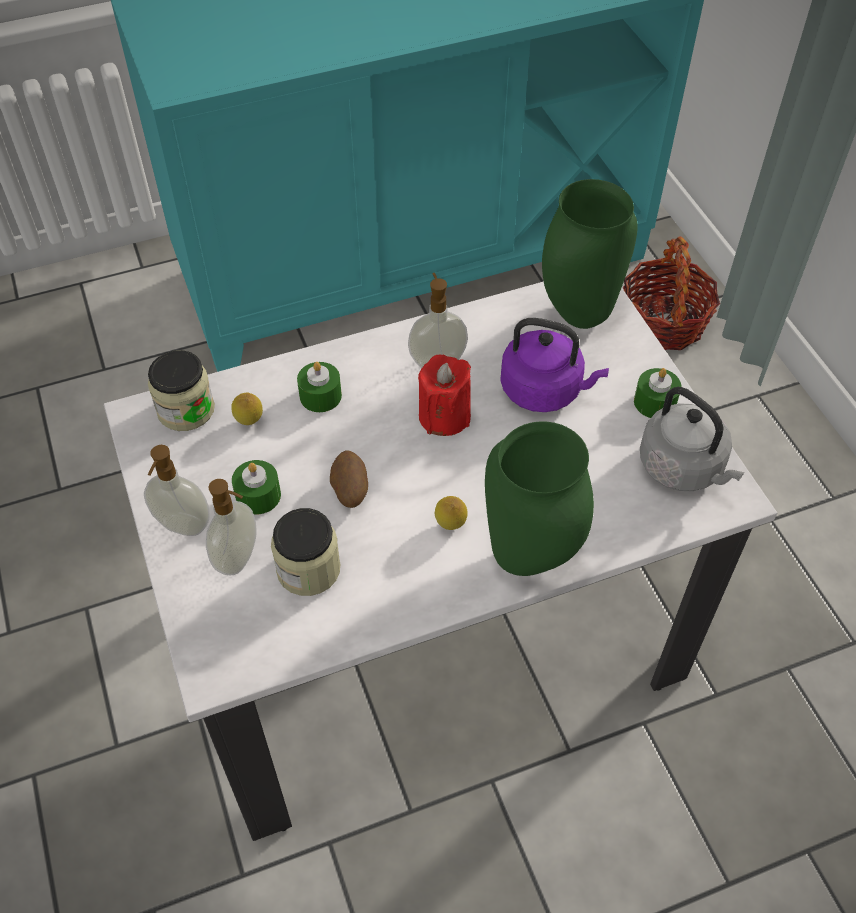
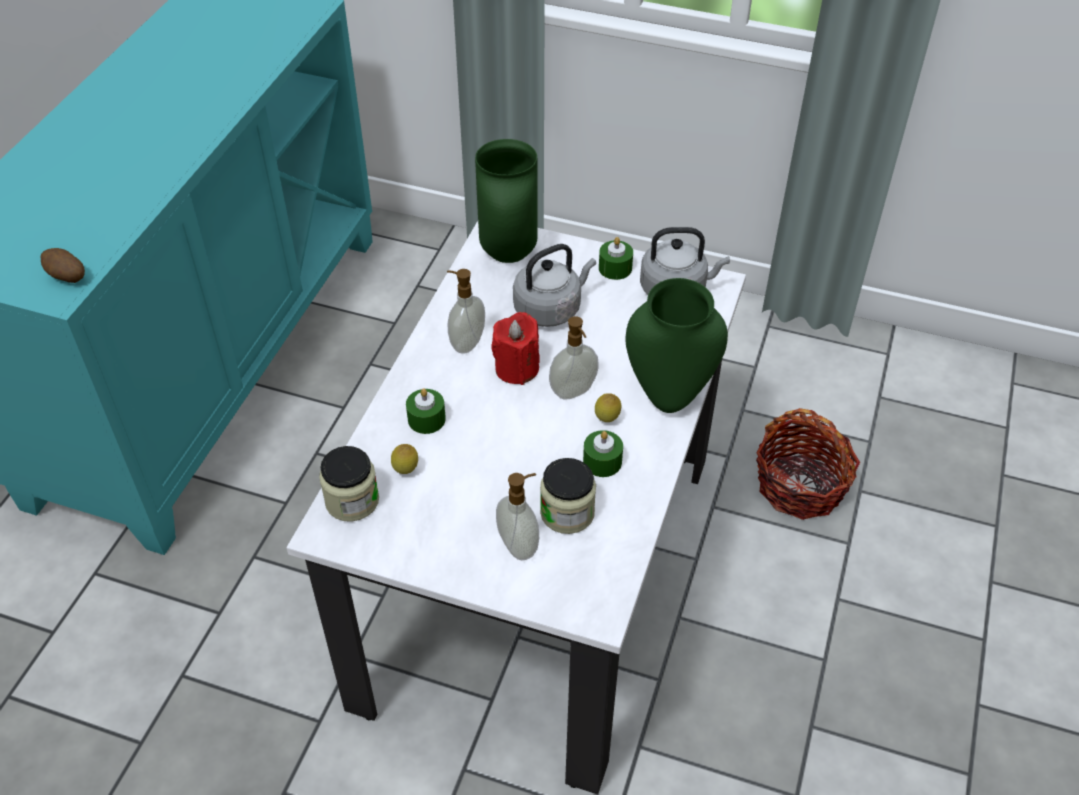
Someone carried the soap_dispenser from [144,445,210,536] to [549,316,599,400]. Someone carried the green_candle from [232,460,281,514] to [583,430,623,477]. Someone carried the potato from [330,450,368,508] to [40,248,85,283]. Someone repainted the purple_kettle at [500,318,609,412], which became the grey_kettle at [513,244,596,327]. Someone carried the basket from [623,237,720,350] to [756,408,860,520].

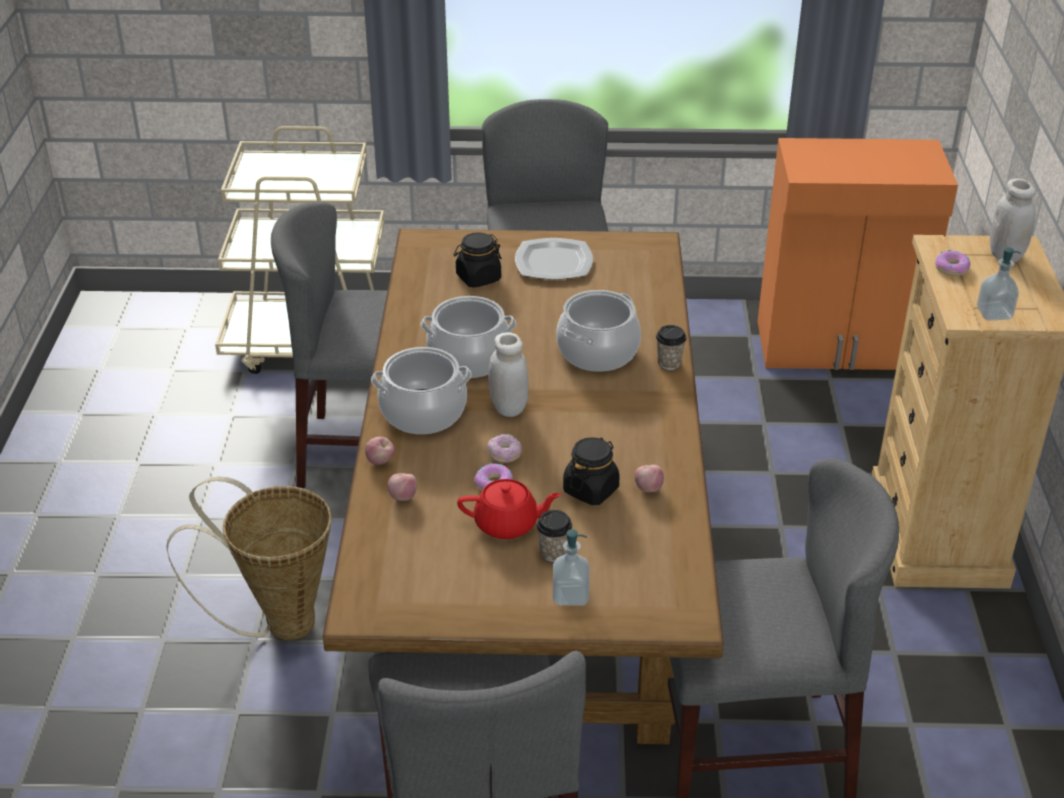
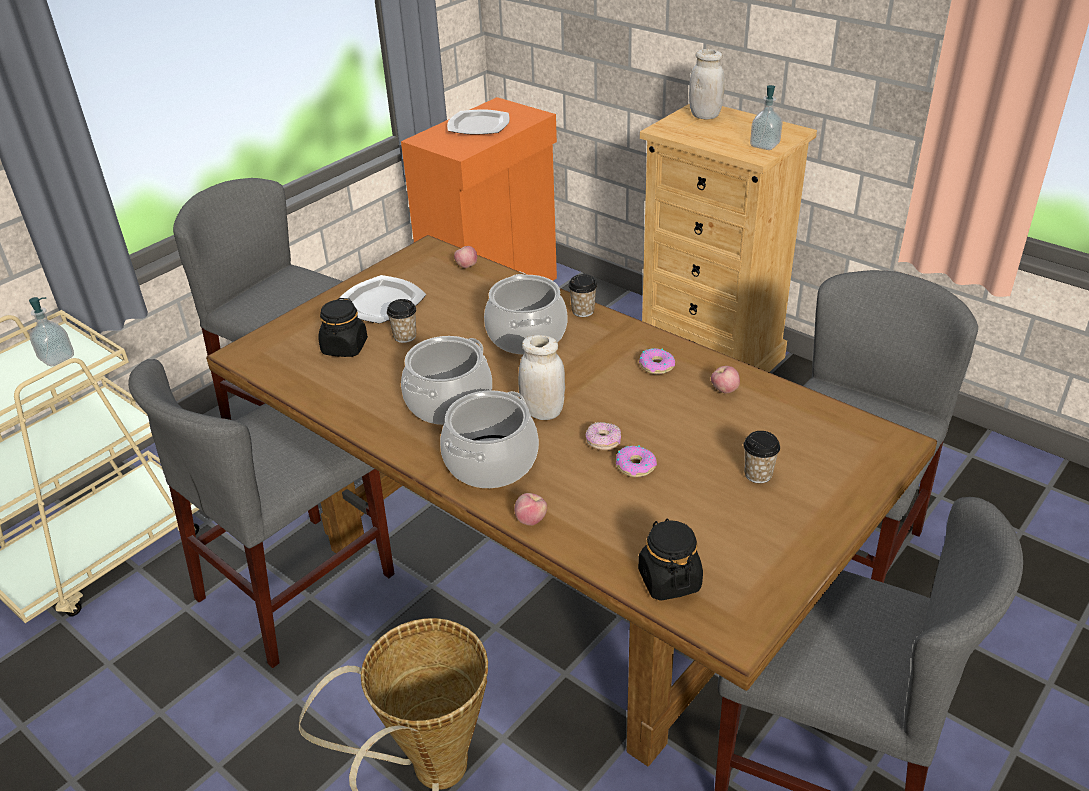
Someone carried the apple from [388,473,417,501] to [454,246,477,268]. Someone took away the red_teapot at [457,479,562,539]. Someone carried the soap_dispenser from [553,529,590,606] to [29,297,74,366]. Someone carried the black_jar from [563,437,620,505] to [638,518,703,601]. Someone carried the donut from [935,250,971,276] to [639,348,675,374]. Someone put down the cup at [387,299,416,343]. Someone put down the plate at [447,109,510,135].

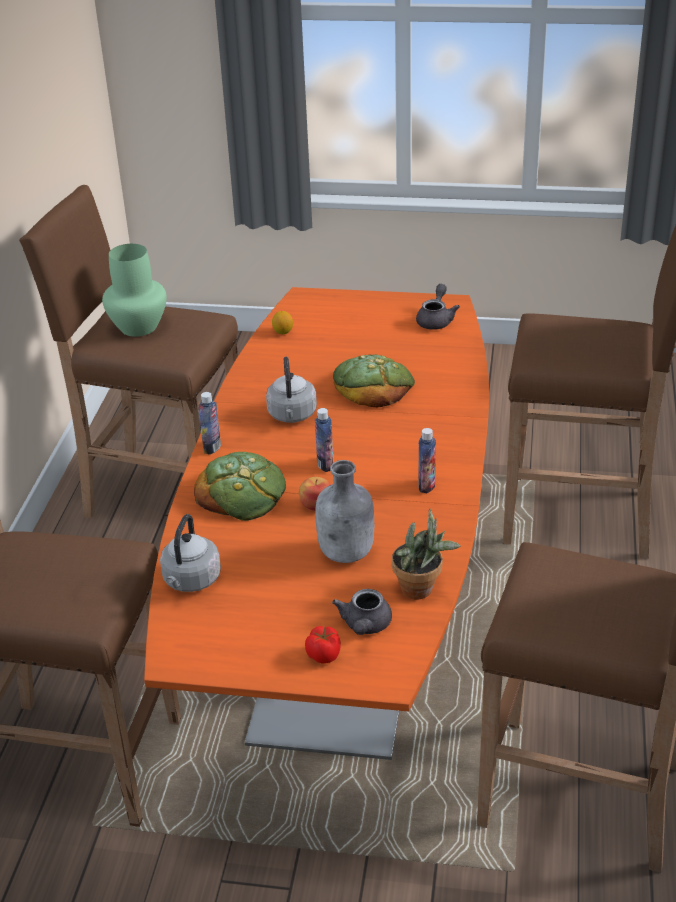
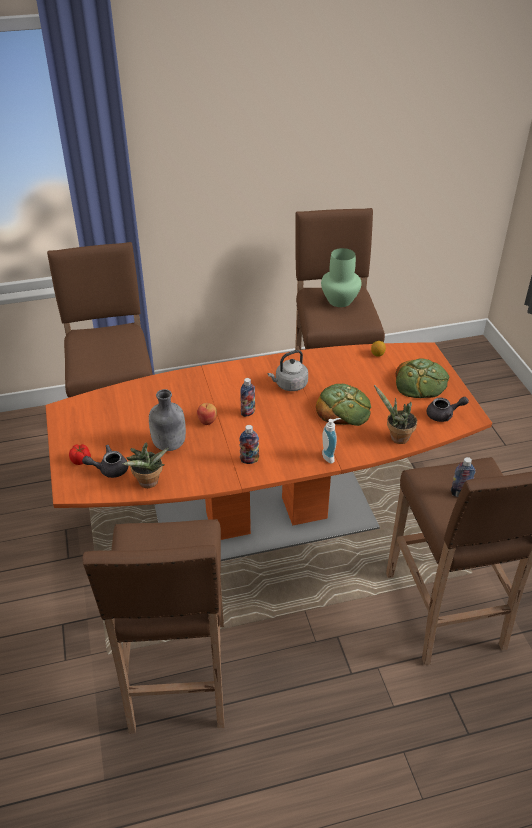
Someone took away the grey_kettle at [160,514,221,592]. Someone carried the bread from [194,452,286,521] to [396,358,449,398]. Someone carried the bottle from [198,392,221,455] to [451,457,476,497]. Someone put down the soap_dispenser at [322,418,341,463]. Someone put down the potted_plant at [374,385,417,444].

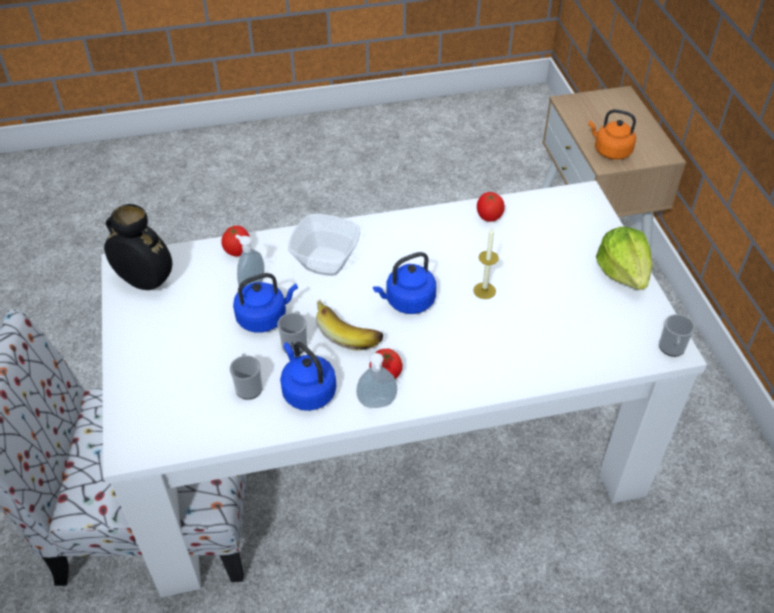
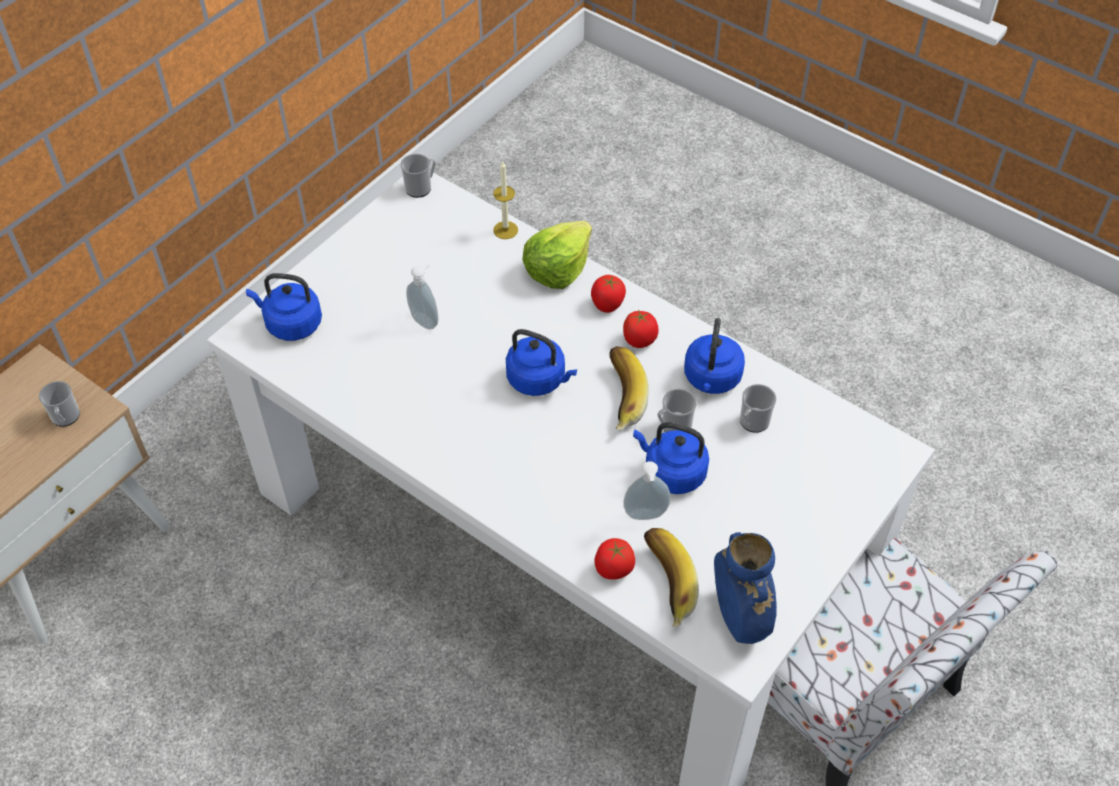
Someone repainted the black_vase at [104,204,172,290], which became the blue_vase at [714,532,777,644]. Someone took away the bowl at [288,214,360,276]. Someone carried the soap_dispenser from [356,353,397,408] to [406,263,438,330]. Someone carried the candle from [473,228,499,299] to [493,160,518,239]. Someone carried the tomato from [477,192,505,222] to [591,275,626,313]. Someone swapped the orange_kettle at [589,109,636,160] for the mug at [39,381,80,427]. Someone carried the lettuce from [596,227,653,290] to [522,221,592,289]. Someone put down the blue_kettle at [246,273,322,341]. Someone put down the banana at [644,528,699,627].

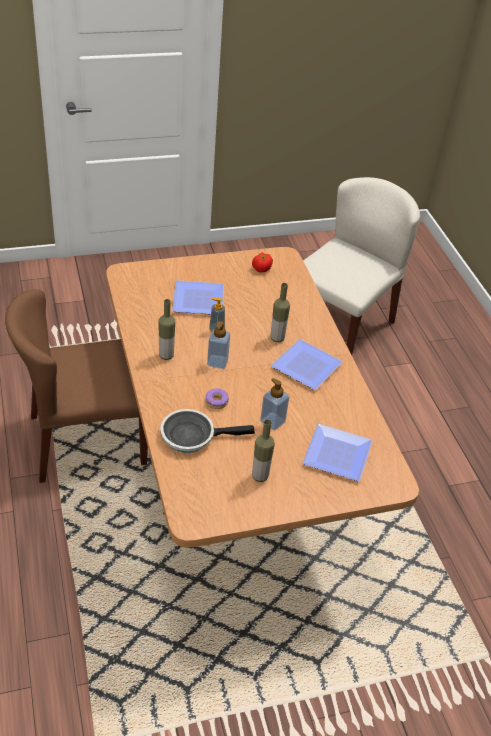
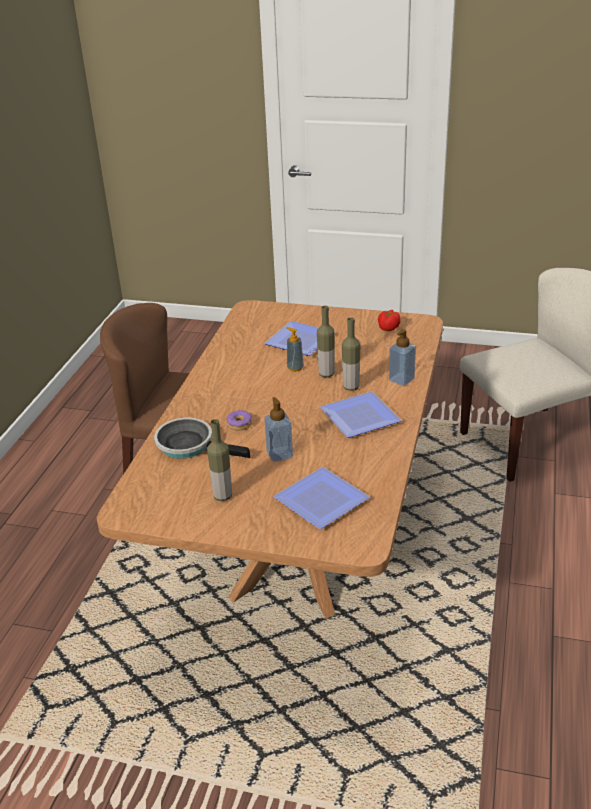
Someone carried the bottle from [159,299,175,360] to [317,306,335,378]. Someone carried the soap_dispenser from [207,321,230,369] to [389,329,416,386].

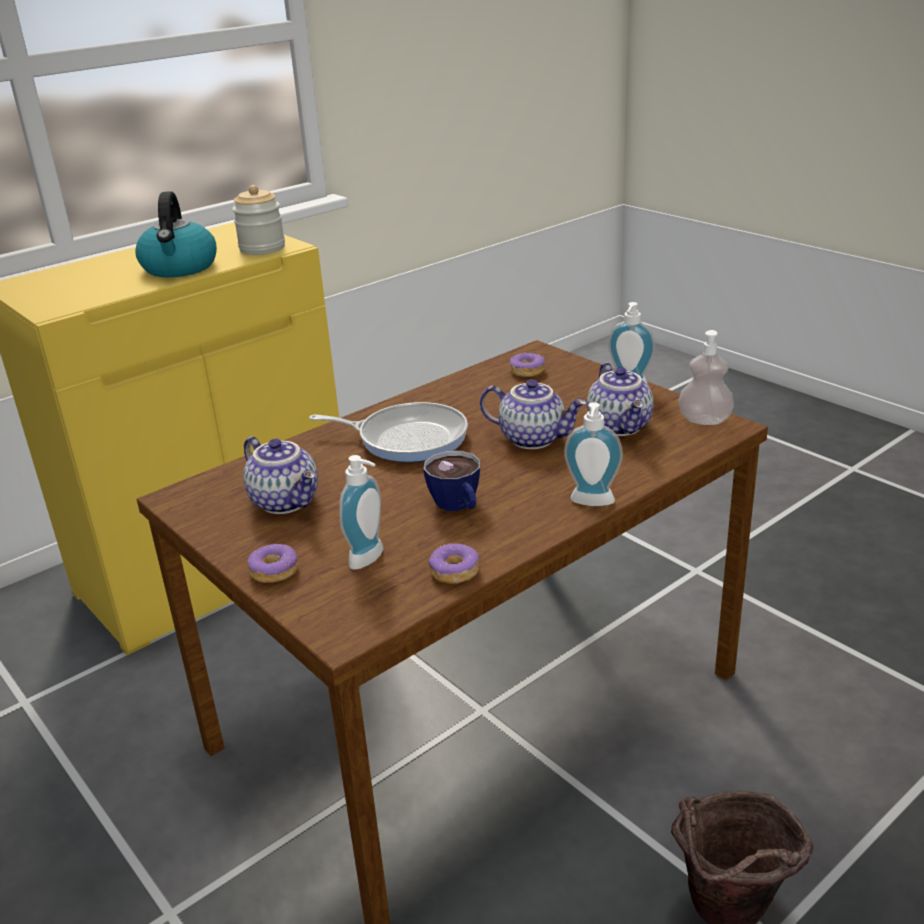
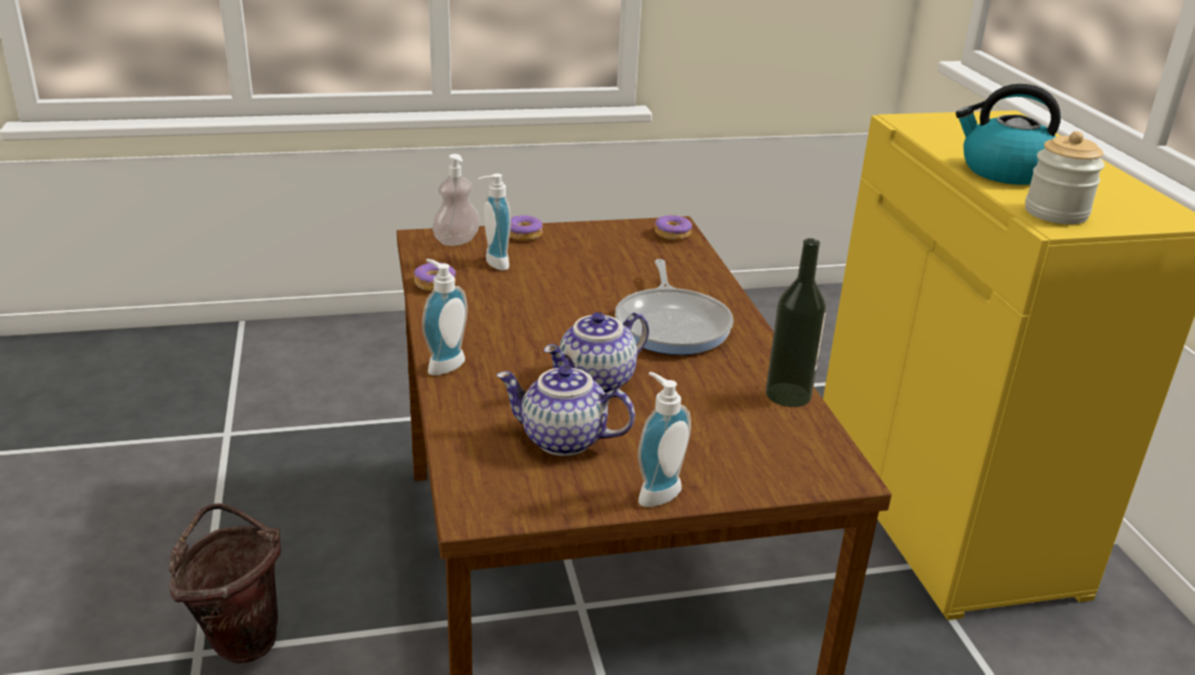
Someone took away the teapot at [243,436,318,514]. Someone rotated the frying_pan at [309,402,468,462] by 45 degrees counterclockwise. Someone took away the cup at [423,451,480,511]. Someone carried the donut from [509,352,545,377] to [655,215,692,240]. Someone carried the soap_dispenser from [678,330,734,425] to [432,154,480,246]. Someone put down the bottle at [766,238,826,407].

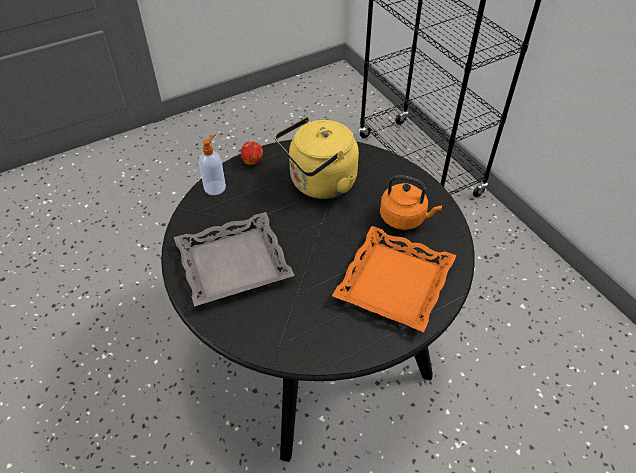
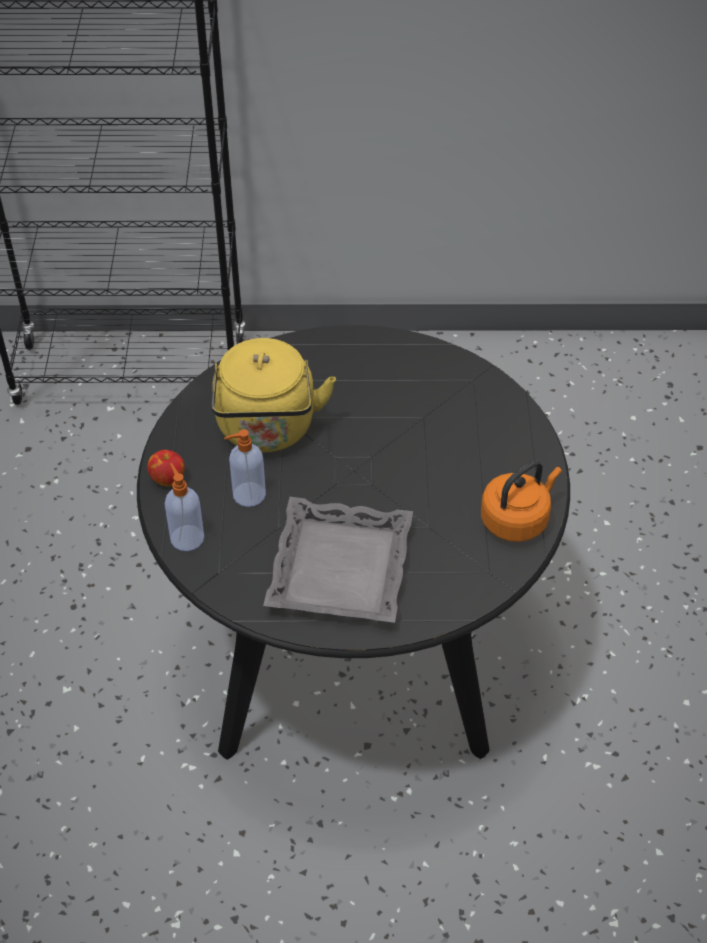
Someone took away the orange_tray at [332,226,457,332]. Someone carried the orange_kettle from [380,175,442,230] to [481,460,562,542]. Someone put down the soap_dispenser at [224,429,266,507].

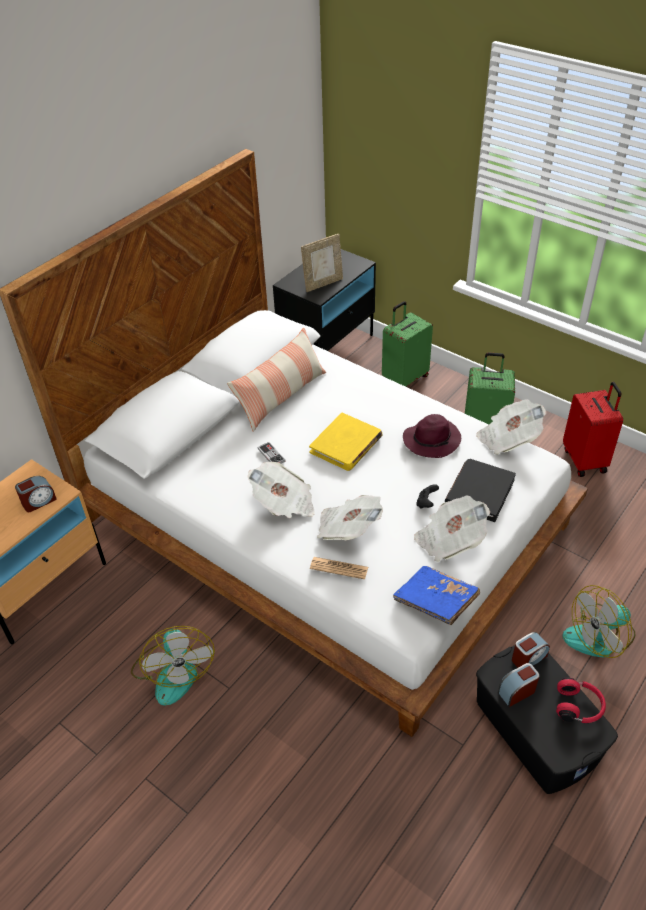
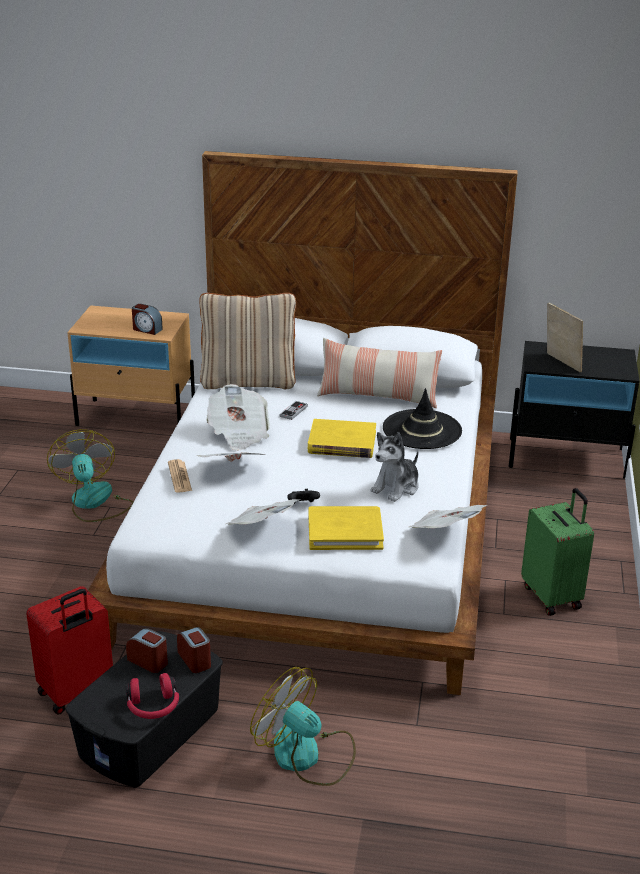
Someone rotated the fan at [131,626,215,706] by 120 degrees clockwise. Someone rotated the picture_frame at [301,234,343,292] by 150 degrees counterclockwise. Someone took away the green_suitcase at [382,301,433,387]. Someone took away the blue_book at [393,566,480,625]. Someone swapped the purple_hat at [403,414,461,458] for the plush_toy at [371,432,419,502]. Someone repainted the black_book at [444,459,516,522], which became the yellow_book at [309,506,384,550]. Someone rotated the alarm_clock at [512,632,550,668] by 150 degrees counterclockwise. Someone carried the red_suitcase from [563,382,623,477] to [26,586,113,715]. Someone put down the beige_pillow at [199,293,296,389]. Someone put down the black_hat at [383,388,462,449].

